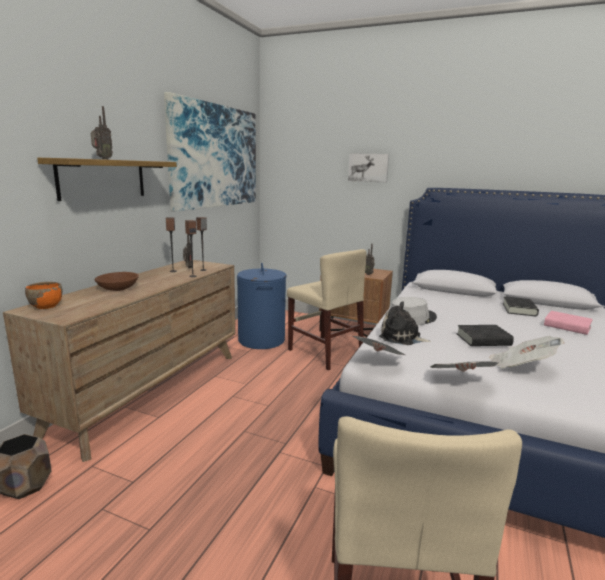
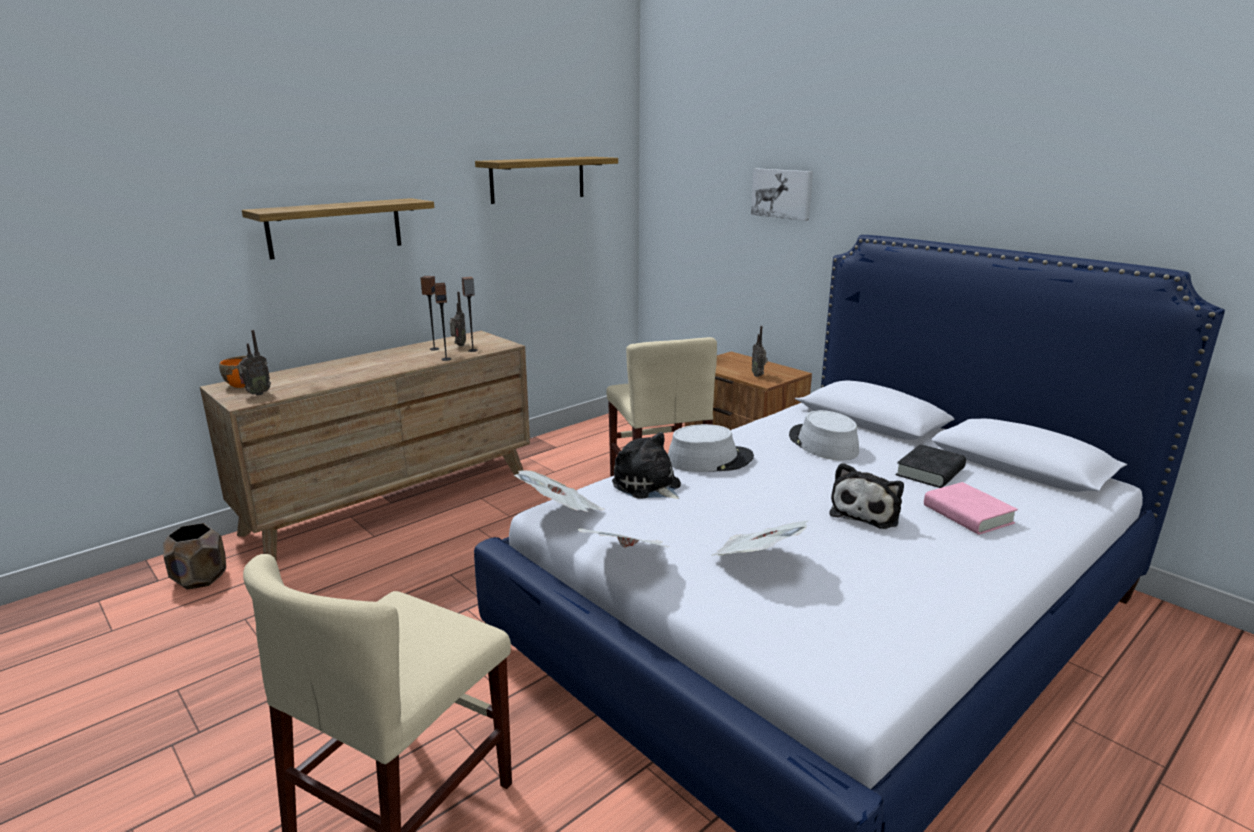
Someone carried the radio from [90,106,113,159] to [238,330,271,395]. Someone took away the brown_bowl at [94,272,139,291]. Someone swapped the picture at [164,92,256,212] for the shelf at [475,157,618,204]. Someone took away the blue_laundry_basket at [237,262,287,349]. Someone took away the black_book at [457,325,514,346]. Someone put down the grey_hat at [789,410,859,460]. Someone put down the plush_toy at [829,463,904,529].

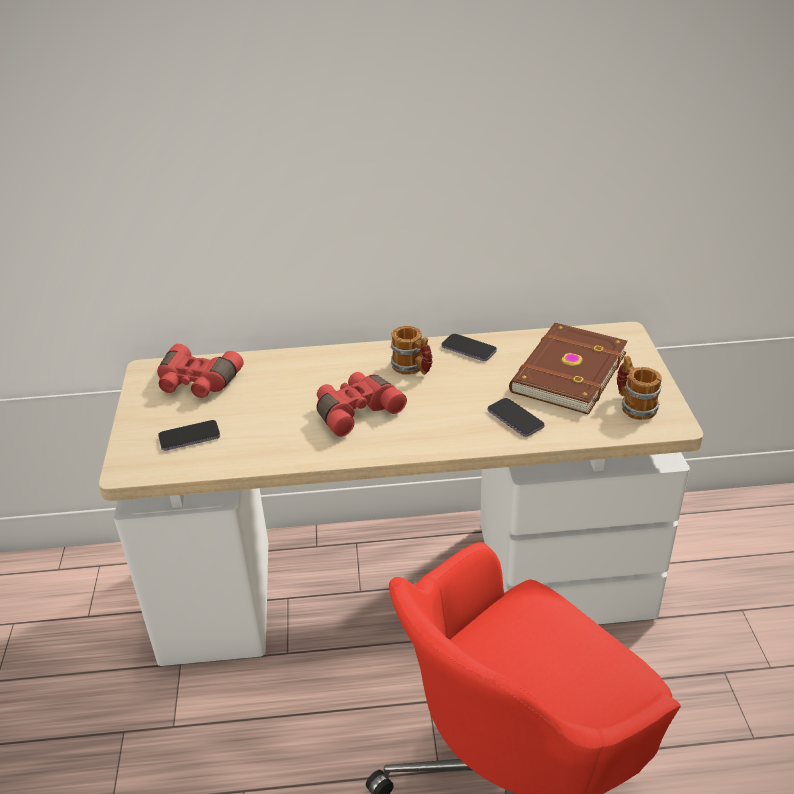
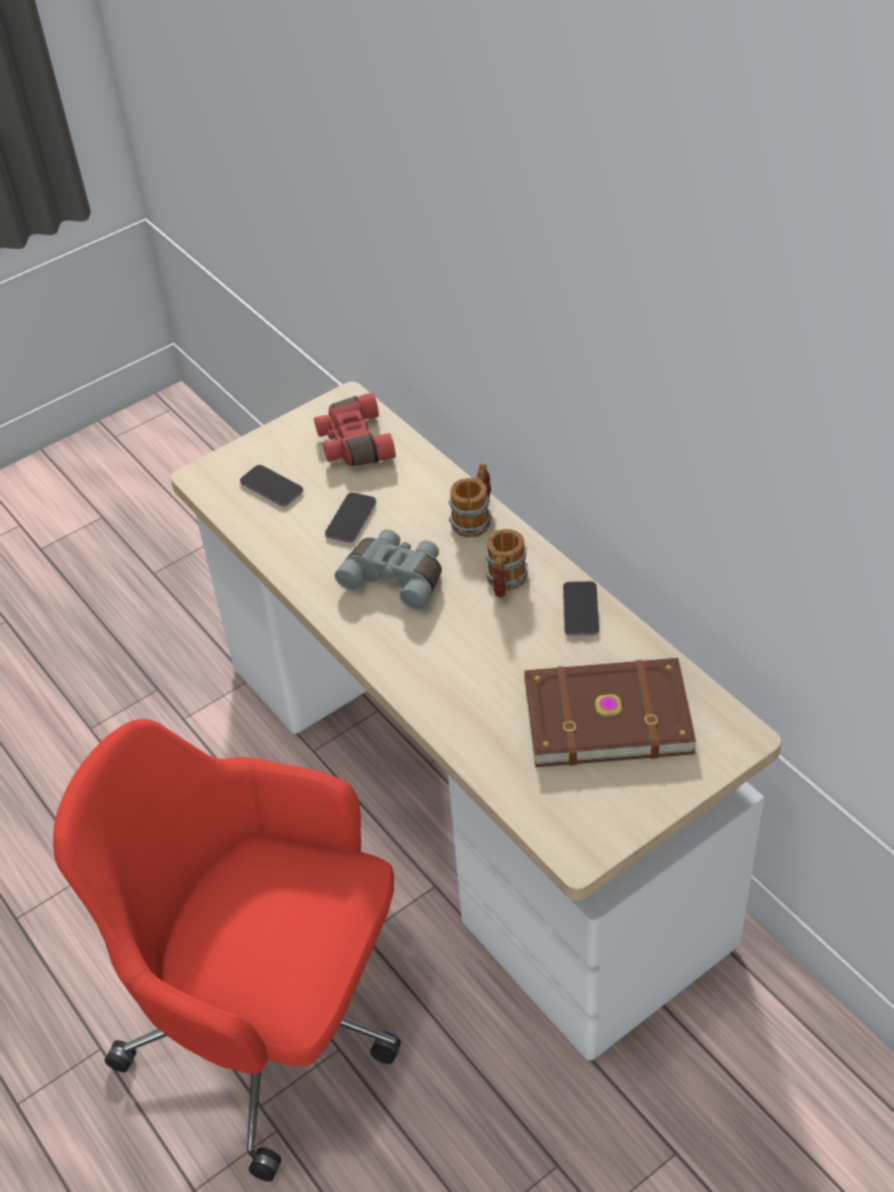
Someone repainted the red_binoculars at [316,372,407,437], which became the grey_binoculars at [335,529,442,610]. Someone carried the phone from [488,398,545,437] to [325,492,376,543]. Someone carried the mug from [617,356,662,420] to [448,463,492,538].

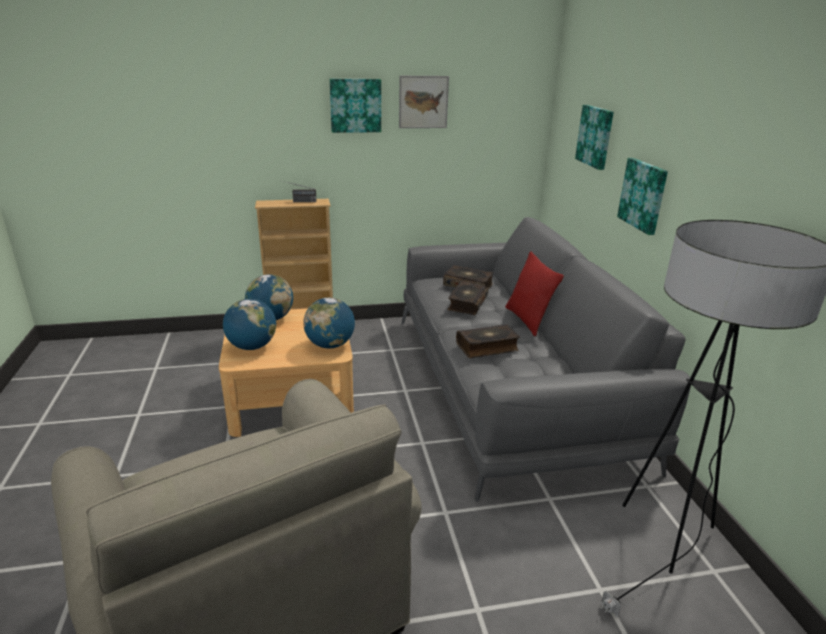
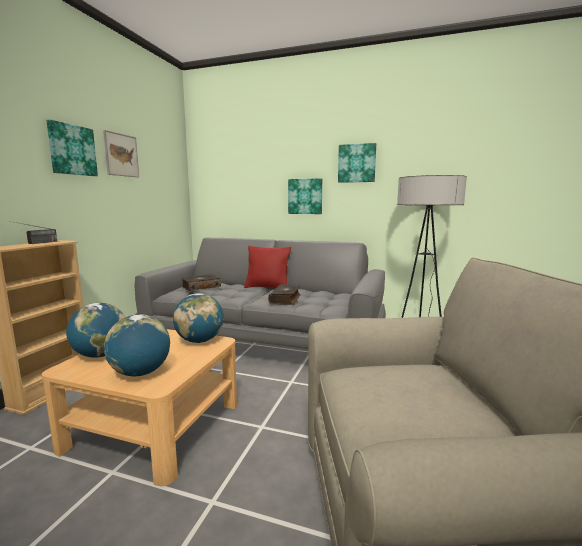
Someone took away the book at [447,281,488,315]. Someone carried the picture from [575,105,614,170] to [338,143,376,183].

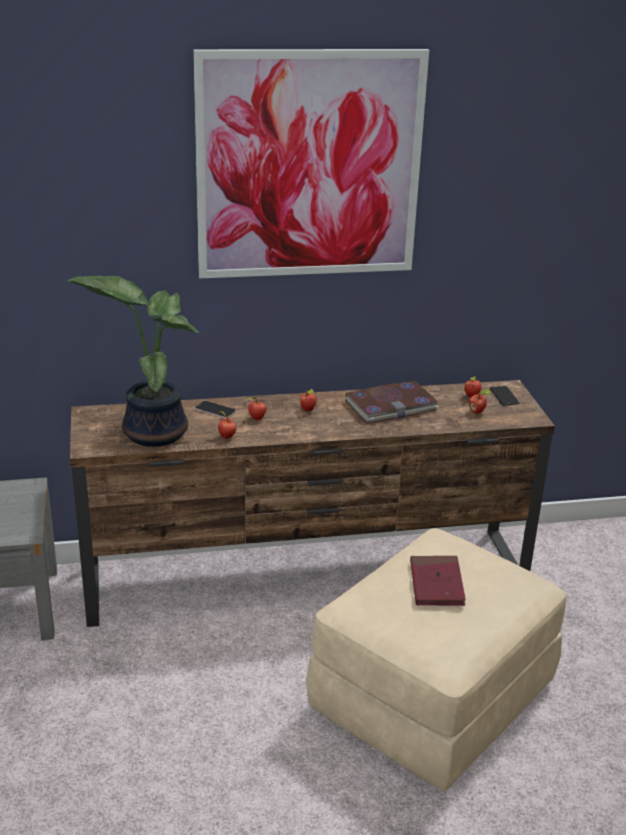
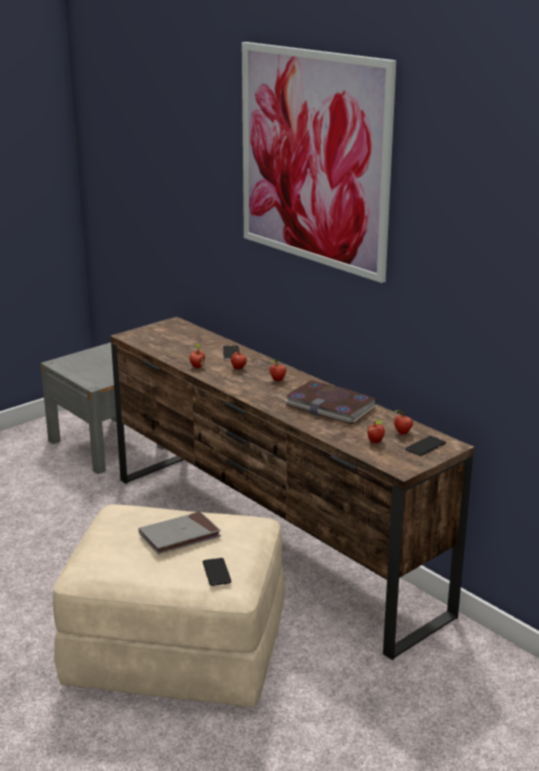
Someone took away the potted_plant at [67,276,199,447]. Someone repainted the red_book at [410,556,466,606], which became the grey_book at [139,511,221,554]. Someone put down the phone at [203,558,232,586].

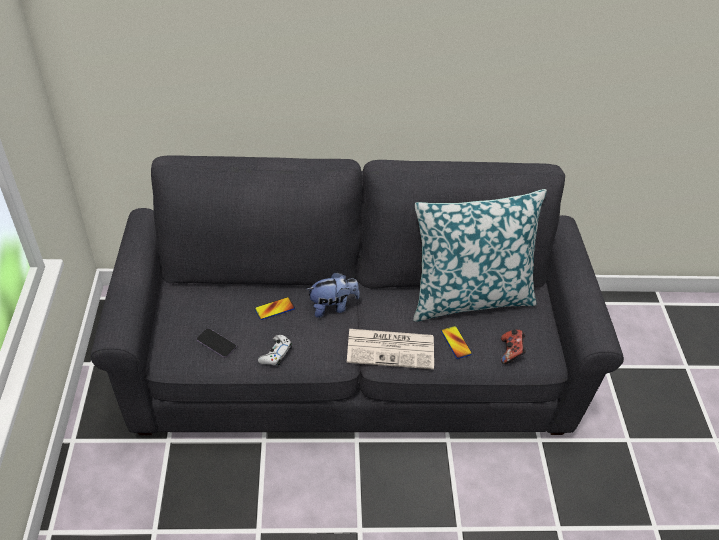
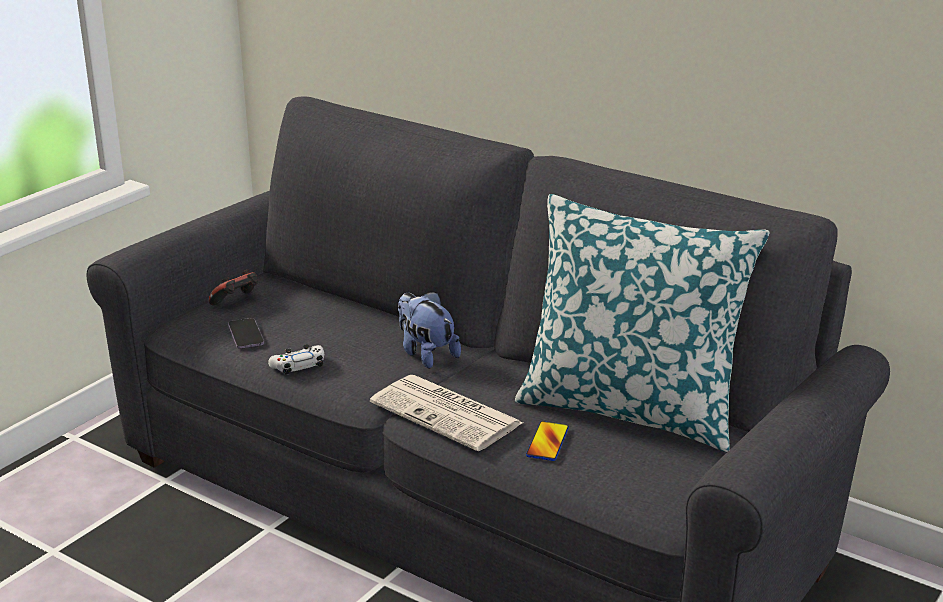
Someone took away the phone at [255,297,295,320]. Someone rotated the plush_toy at [307,272,360,318] by 150 degrees counterclockwise. Someone carried the game_controller from [501,329,526,364] to [208,269,258,305].

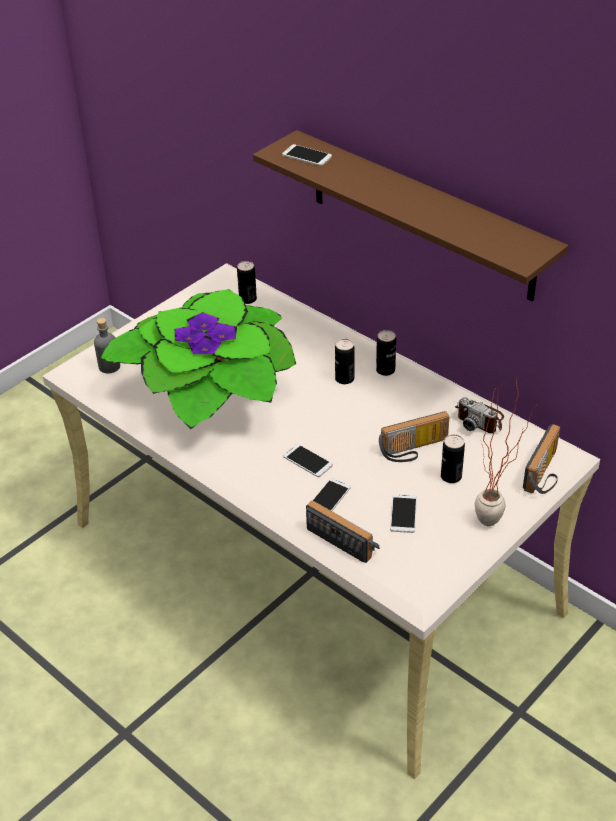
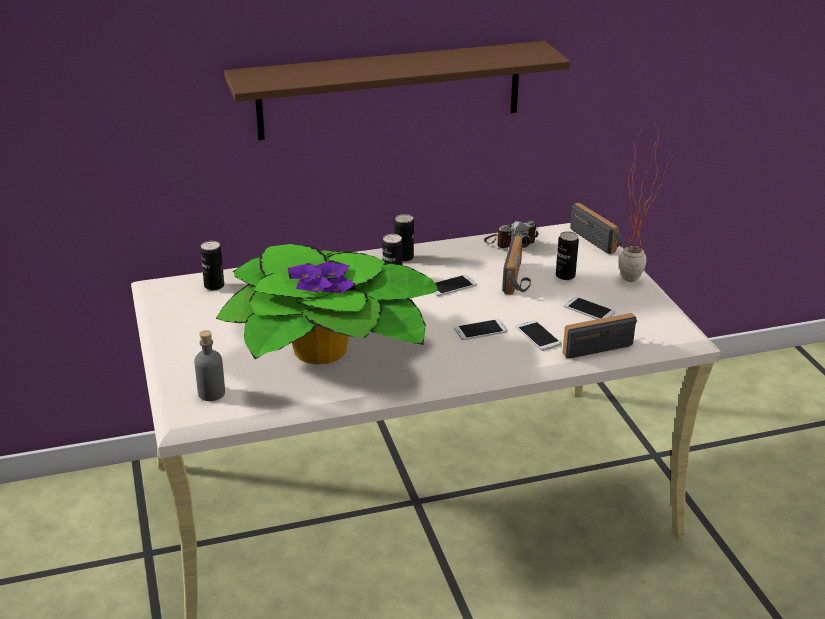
Someone carried the phone from [282,144,332,166] to [434,275,477,296].

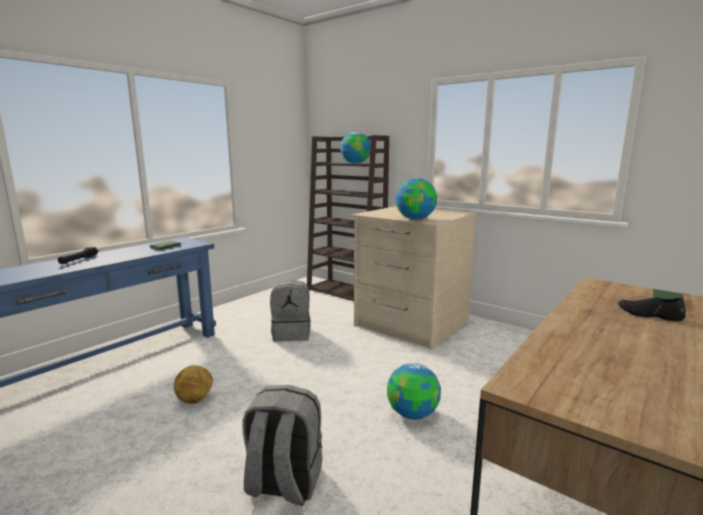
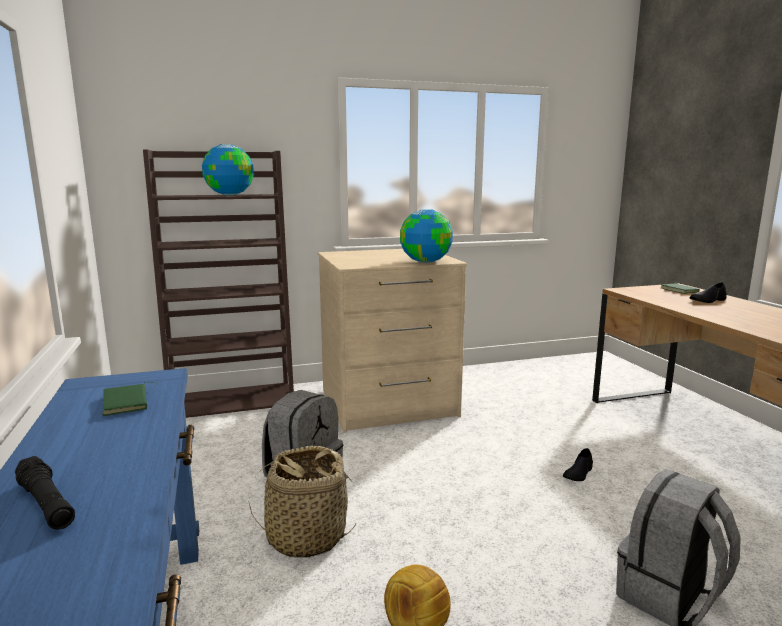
Someone swapped the globe at [387,363,441,420] for the black_shoe at [563,448,593,481]. Someone put down the basket at [249,446,357,558].

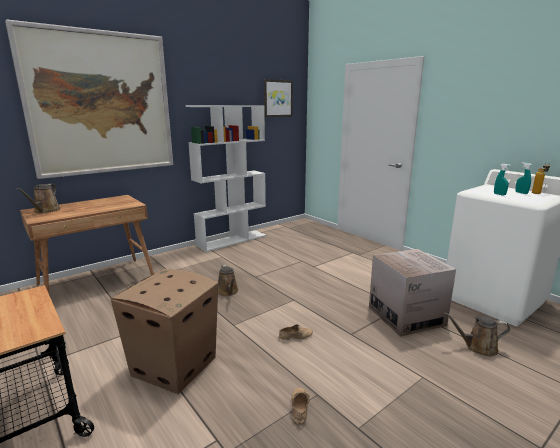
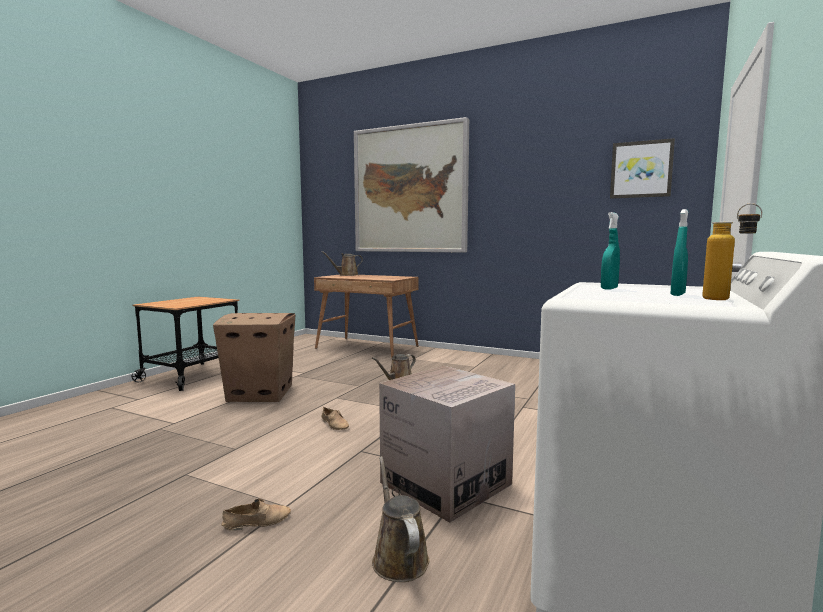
Someone took away the white_bookcase at [186,105,266,252]. Someone carried the beige_shoe from [291,387,310,425] to [221,498,291,531].

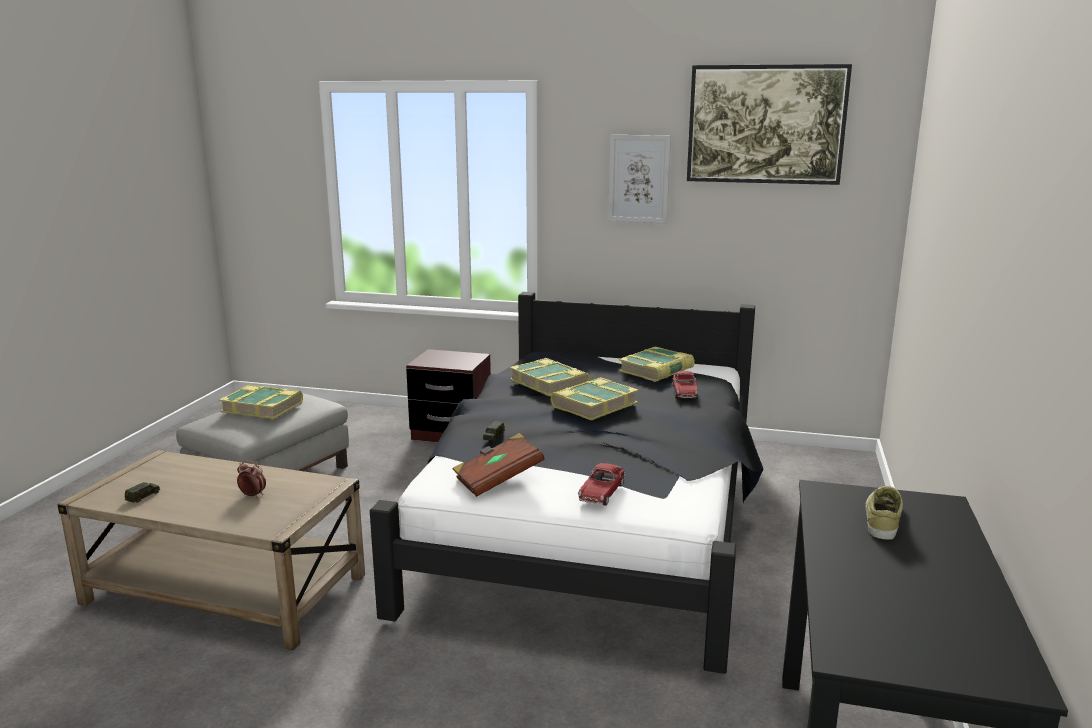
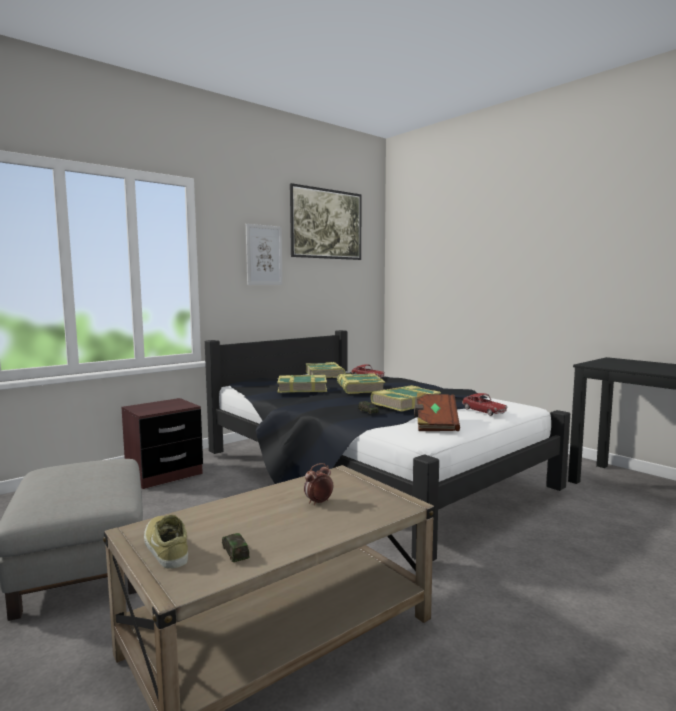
Someone carried the book from [219,385,303,419] to [371,385,441,412]. Someone carried the beige_shoe from [865,486,903,540] to [144,515,188,569].

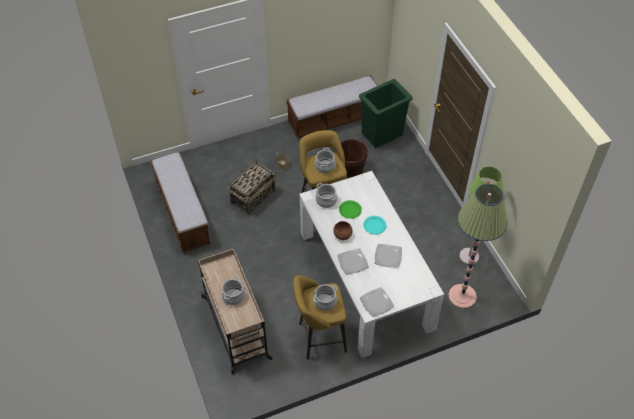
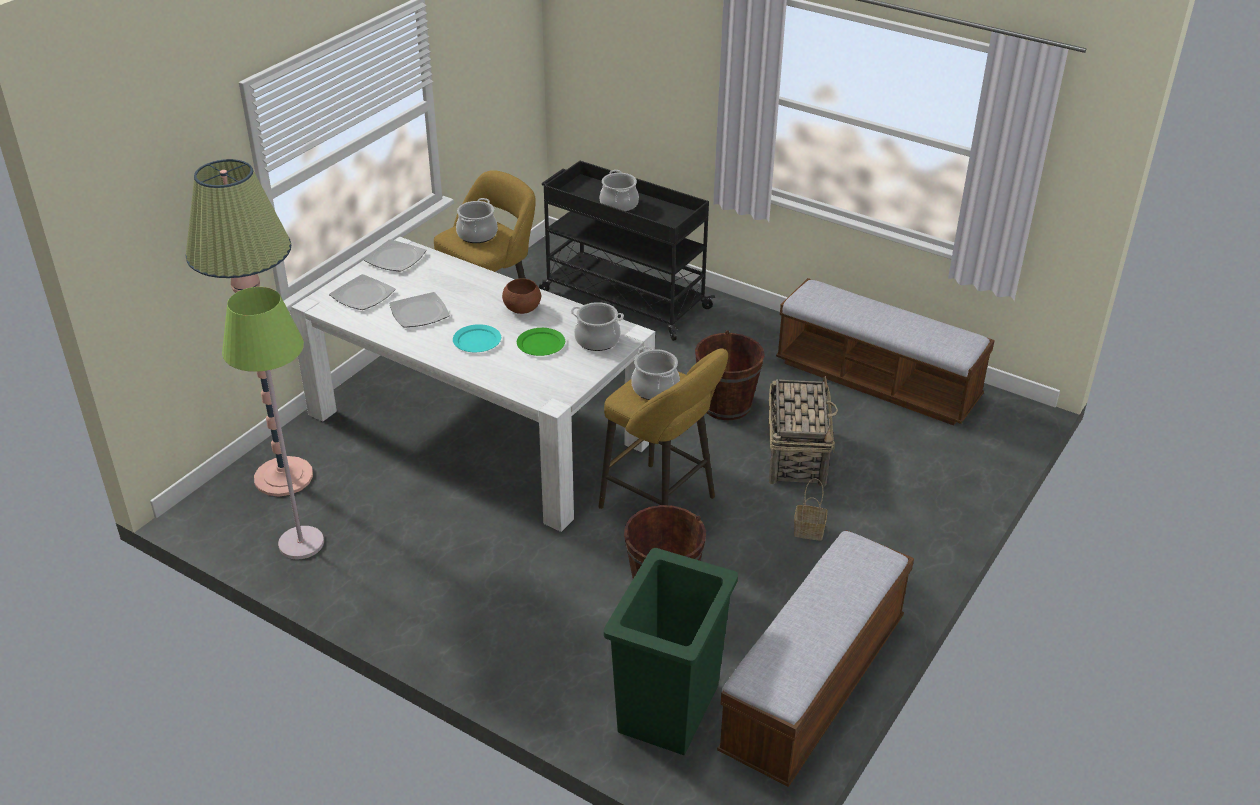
Someone repainted the beige_cart at [198,249,273,374], which became the black_cart at [539,161,715,341]. Someone carried the plate from [337,248,369,274] to [329,274,396,310]. Someone put down the brown_bucket at [695,330,765,420].

